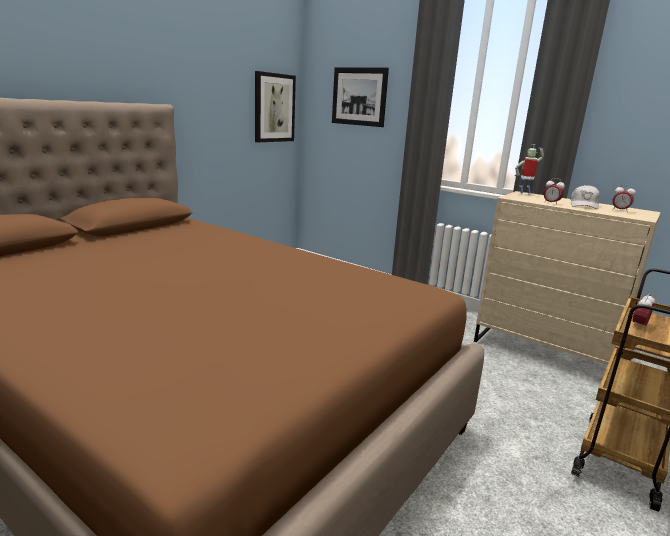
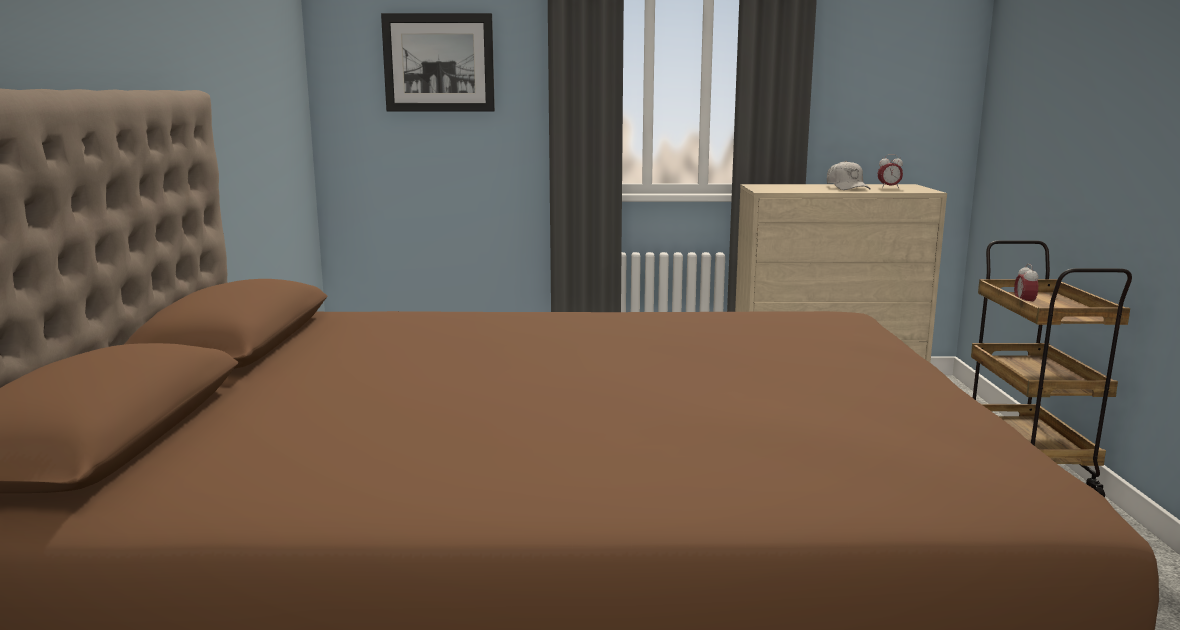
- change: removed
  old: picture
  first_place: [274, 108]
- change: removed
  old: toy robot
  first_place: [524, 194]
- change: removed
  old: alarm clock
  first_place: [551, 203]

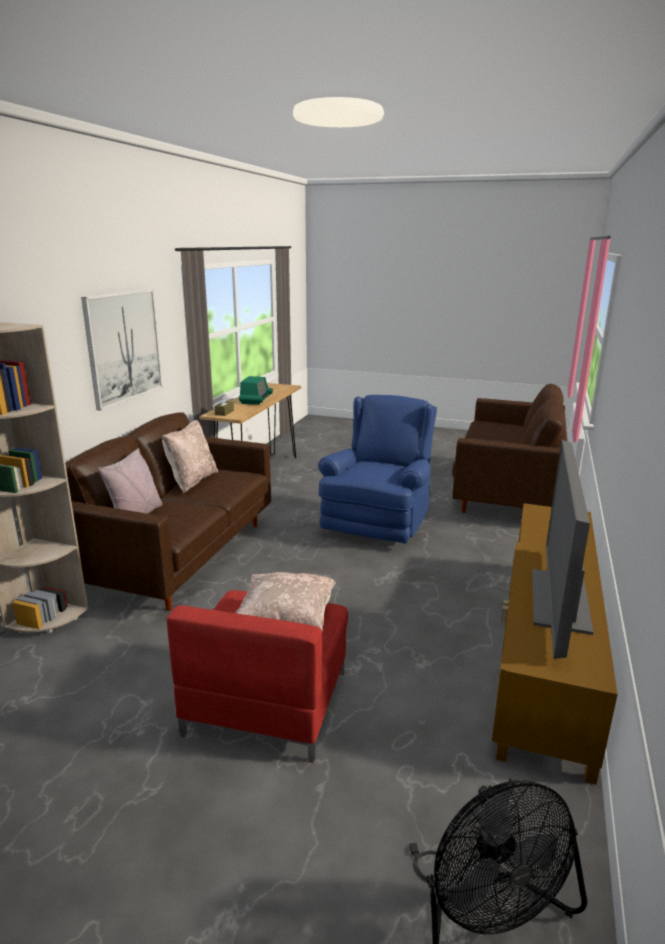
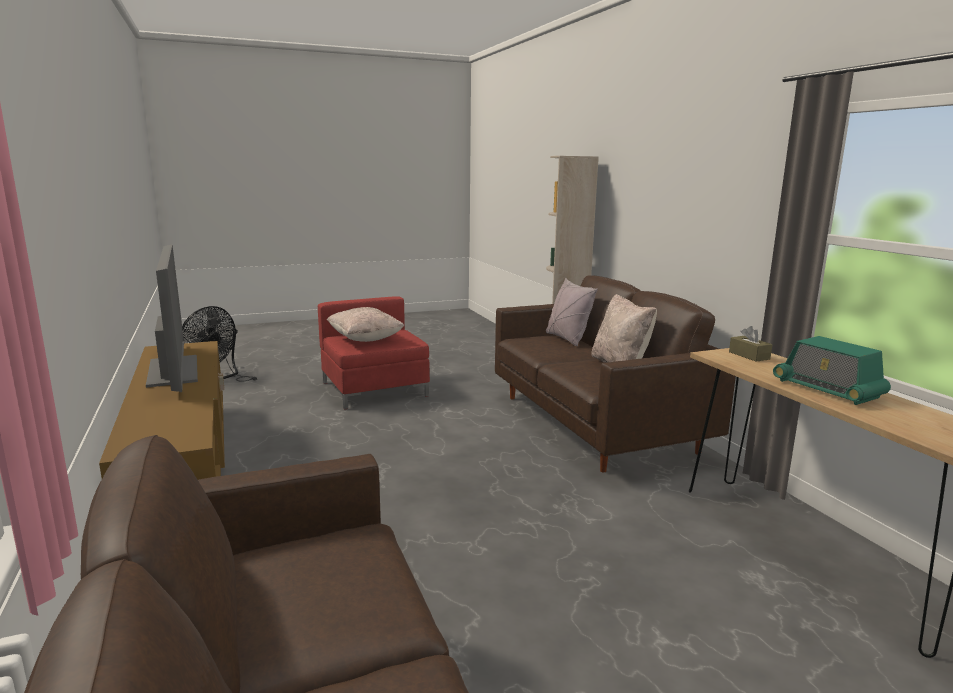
- change: removed
  old: picture
  first_place: [124, 346]
- change: removed
  old: armchair (blue)
  first_place: [378, 523]

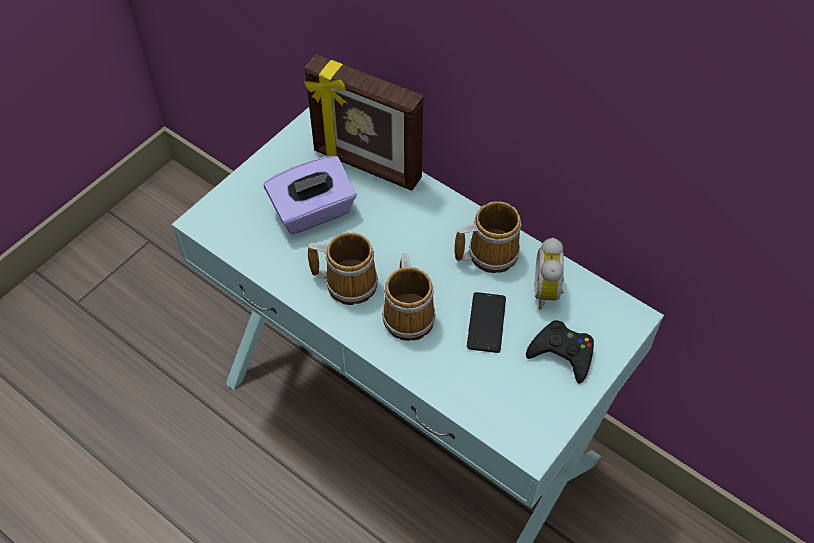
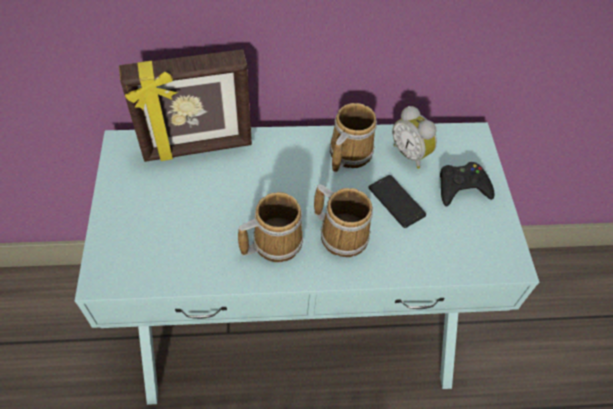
- change: removed
  old: tissue box (purple)
  first_place: [313, 212]

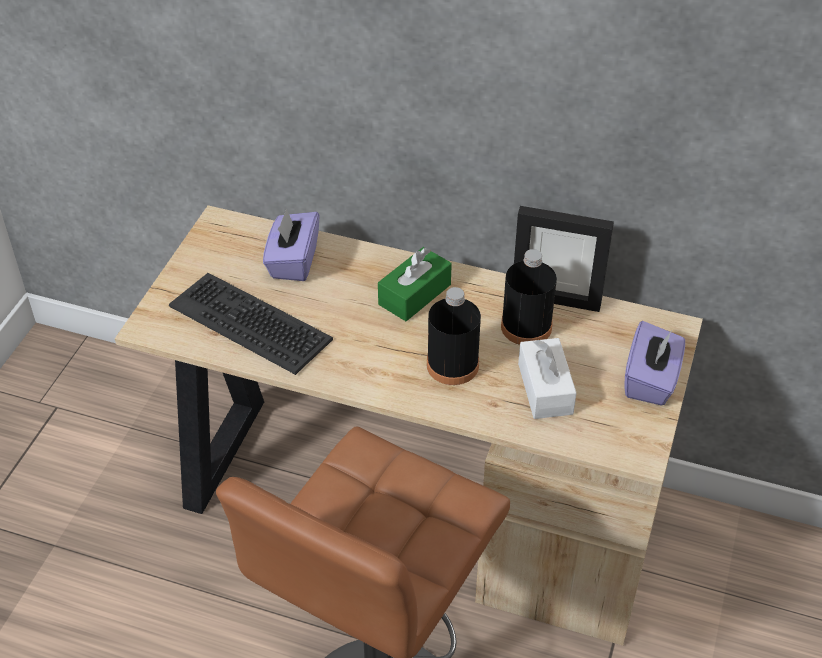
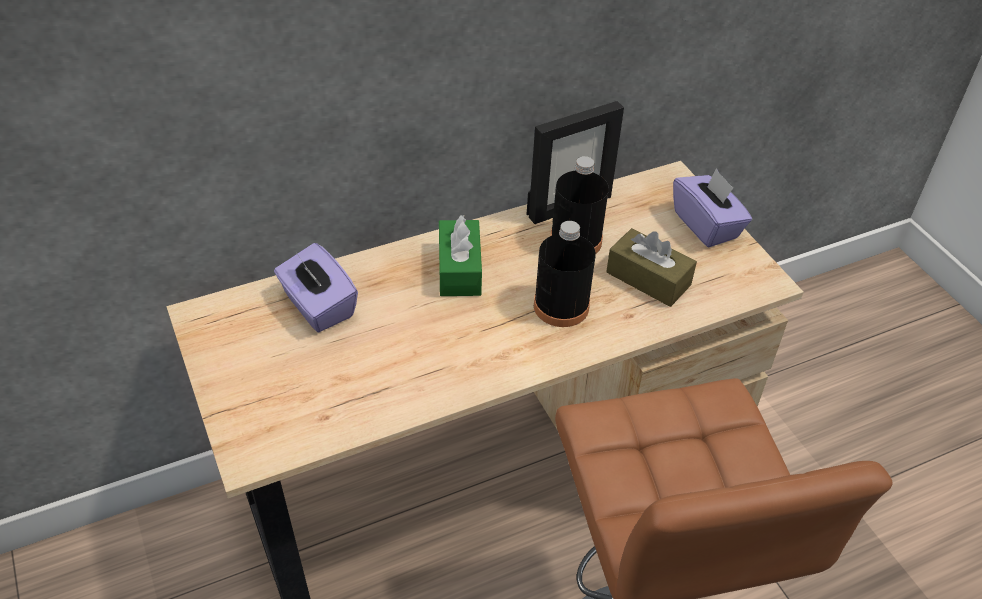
- change: removed
  old: keyboard
  first_place: [251, 322]
- change: recoloured
  old: tissue box (white)
  new: tissue box (brown)
  first_place: [545, 388]
  second_place: [648, 279]

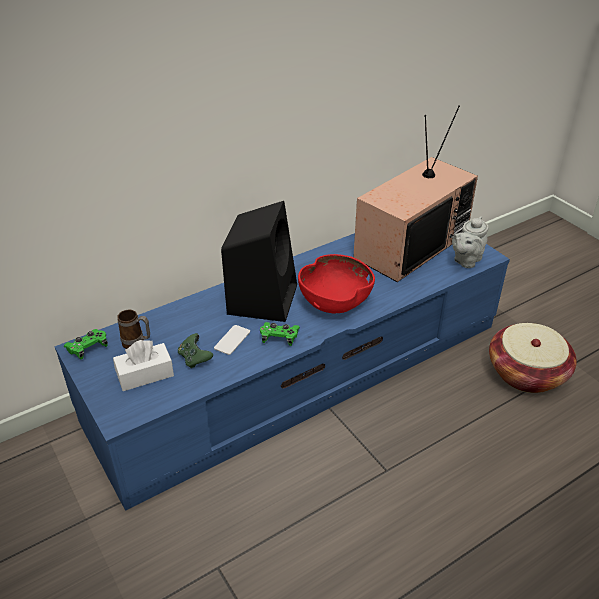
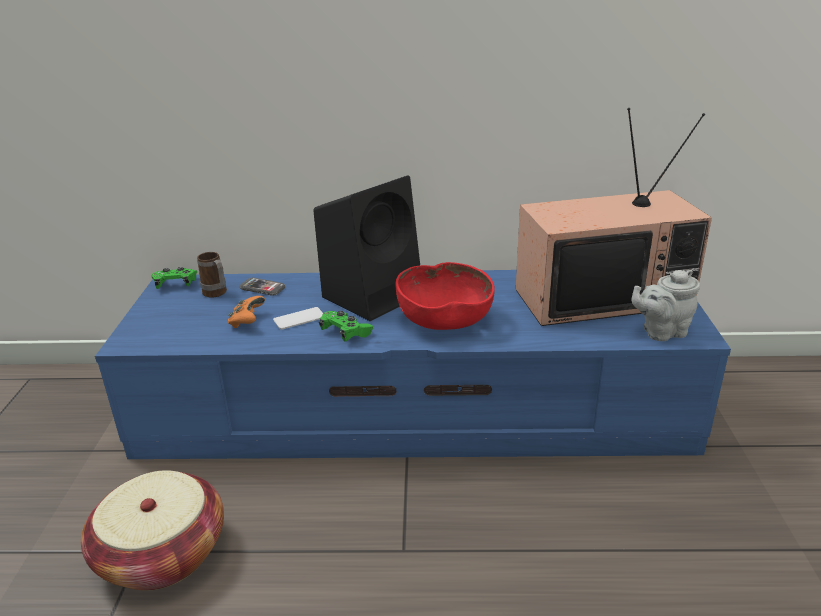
- change: moved
  old: basket
  first_place: [526, 373]
  second_place: [162, 554]
- change: recoloured
  old: game controller (green)
  new: game controller (orange)
  first_place: [195, 358]
  second_place: [247, 321]
- change: removed
  old: tissue box (white)
  first_place: [145, 374]
- change: added
  new: phone
  second_place: [262, 288]

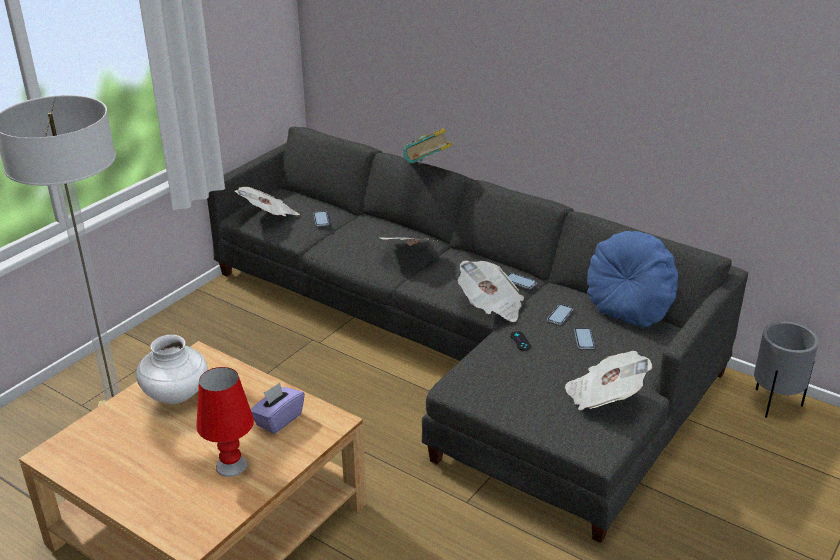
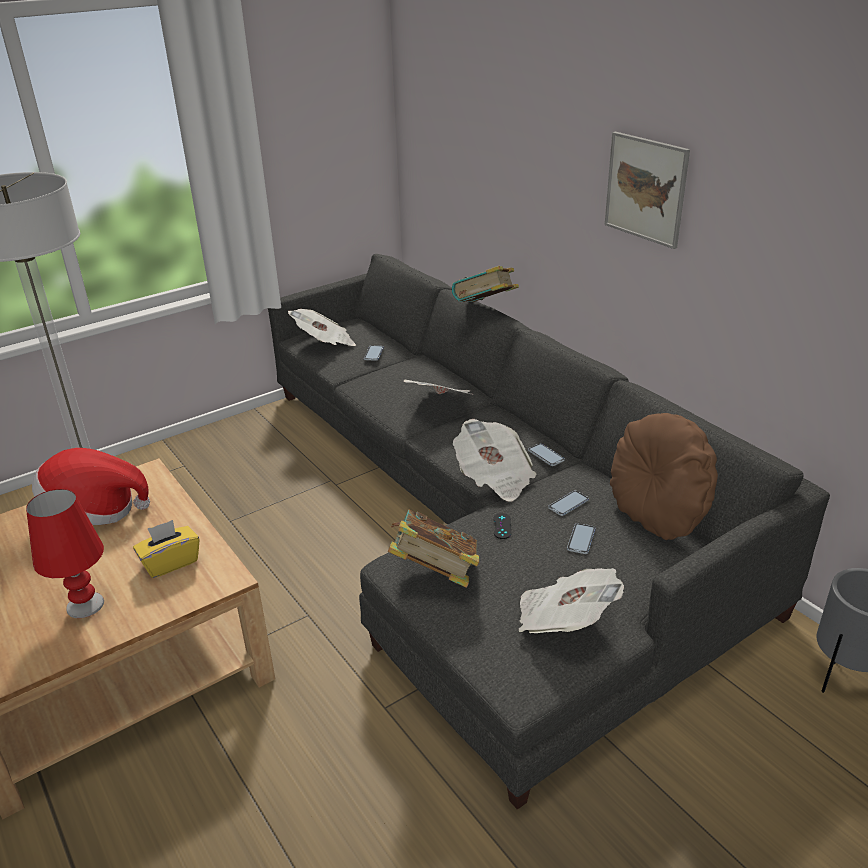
- change: recoloured
  old: pillow (blue)
  new: pillow (brown)
  first_place: [627, 314]
  second_place: [656, 518]
- change: replaced
  old: vase (white)
  new: hat
  first_place: [176, 395]
  second_place: [94, 512]
- change: recoloured
  old: tissue box (purple)
  new: tissue box (yellow)
  first_place: [278, 419]
  second_place: [170, 562]
- change: added
  new: picture
  second_place: [646, 189]
- change: added
  new: book
  second_place: [435, 574]

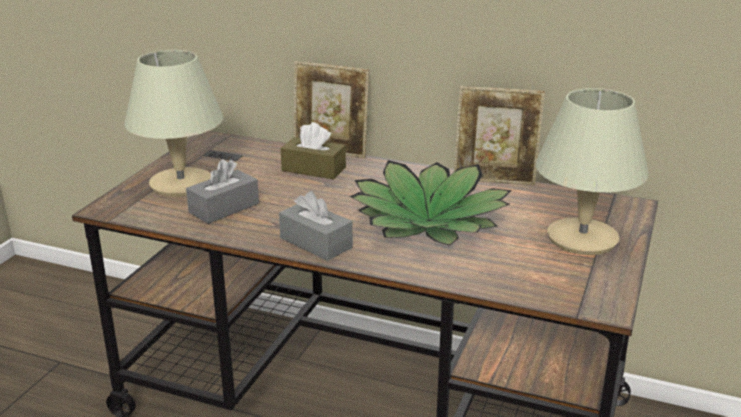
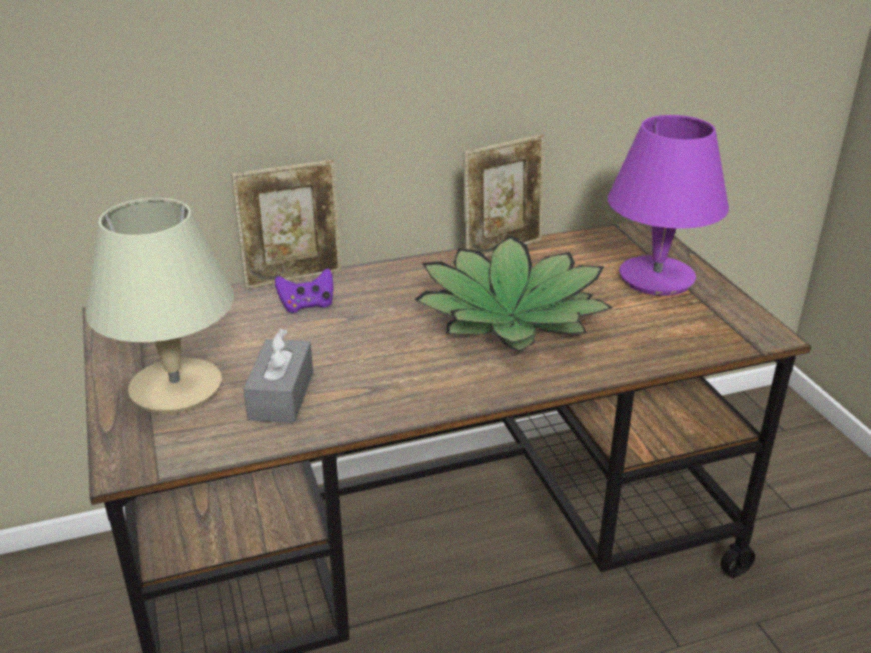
- change: recoloured
  old: table lamp (beige)
  new: table lamp (purple)
  first_place: [583, 238]
  second_place: [657, 277]
- change: replaced
  old: tissue box (brown)
  new: game controller (purple)
  first_place: [313, 169]
  second_place: [307, 305]
- change: removed
  old: tissue box (grey)
  first_place: [316, 243]

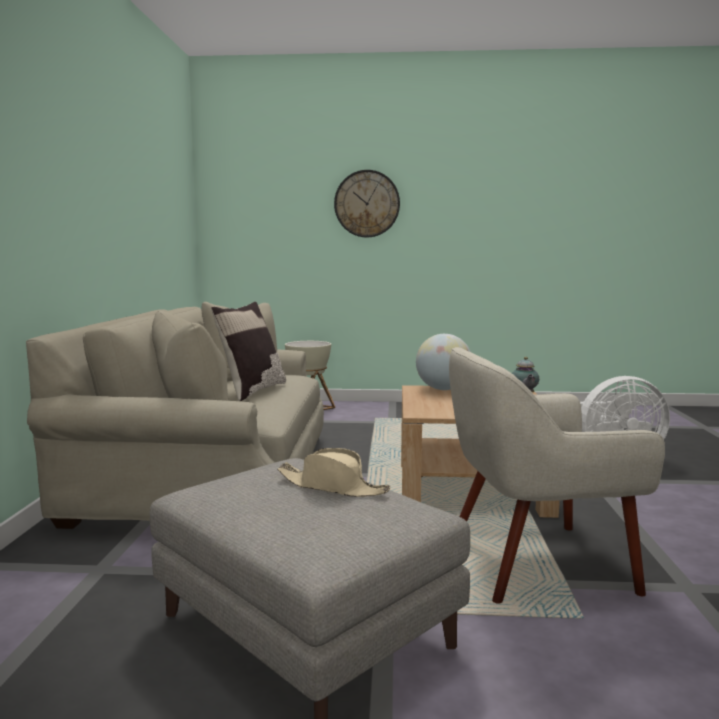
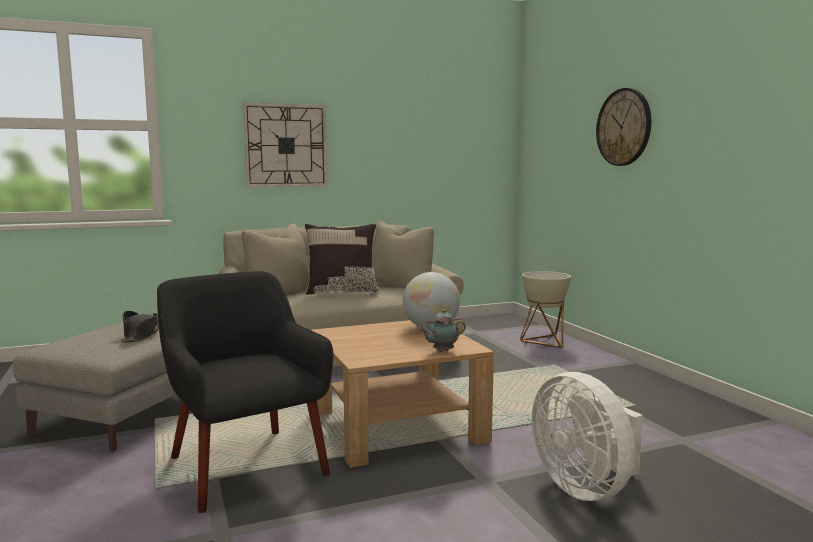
- change: recoloured
  old: armchair (beige)
  new: armchair (black)
  first_place: [534, 562]
  second_place: [245, 465]
- change: recoloured
  old: hat (beige)
  new: hat (black)
  first_place: [332, 487]
  second_place: [141, 335]
- change: added
  new: wall clock
  second_place: [286, 145]

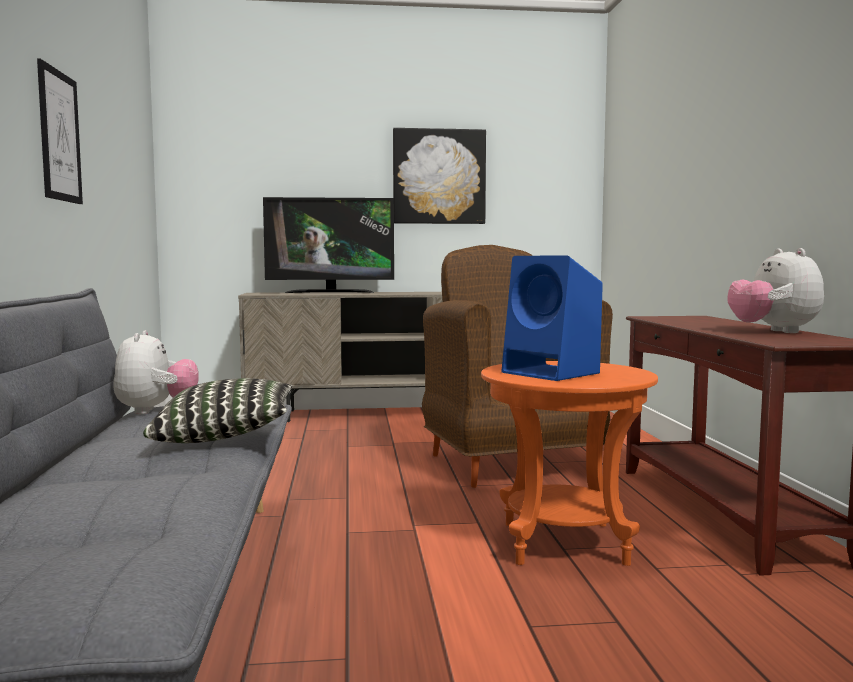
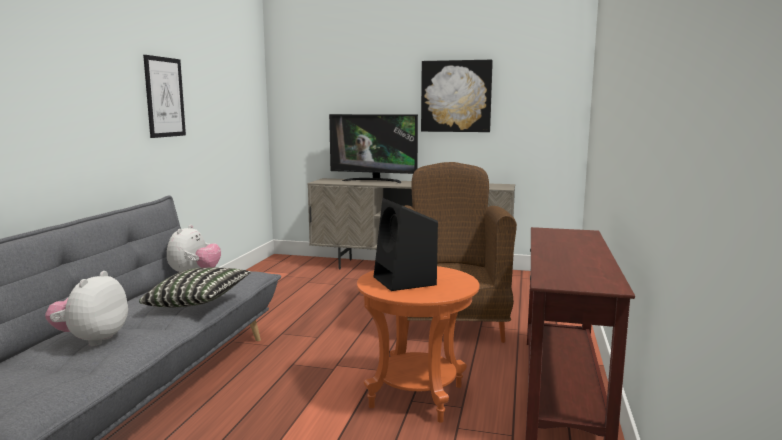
- change: moved
  old: plush toy
  first_place: [773, 331]
  second_place: [92, 340]
- change: recoloured
  old: speaker (blue)
  new: speaker (black)
  first_place: [553, 373]
  second_place: [405, 281]

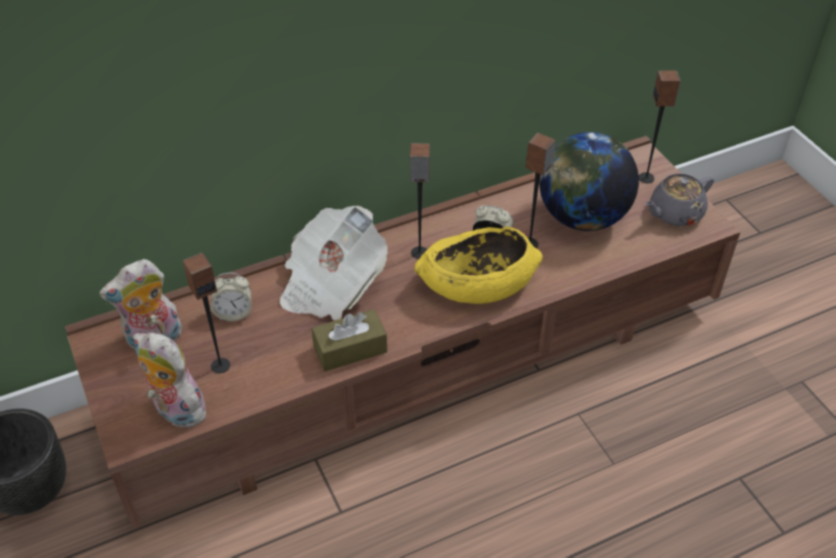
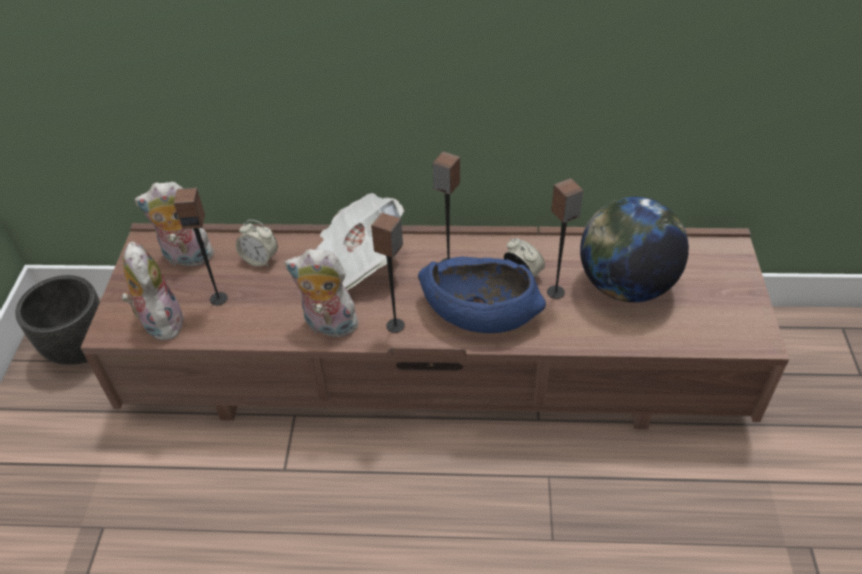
- change: moved
  old: speaker
  first_place: [646, 178]
  second_place: [396, 326]
- change: removed
  old: teapot (grey)
  first_place: [674, 213]
- change: recoloured
  old: bowl (yellow)
  new: bowl (blue)
  first_place: [476, 284]
  second_place: [479, 311]
- change: replaced
  old: tissue box (brown)
  new: plush toy
  first_place: [350, 349]
  second_place: [328, 326]

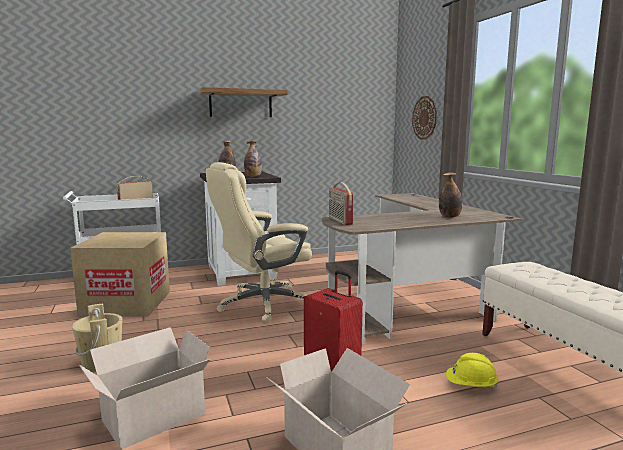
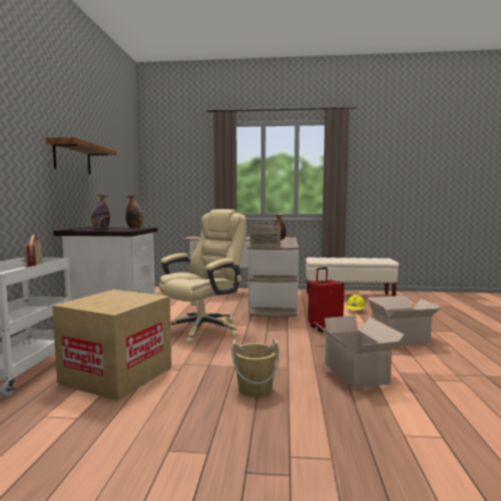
- change: removed
  old: wall clock
  first_place: [424, 118]
- change: turned
  old: office chair (beige)
  first_place: [262, 304]
  second_place: [203, 329]
  degrees: -135

